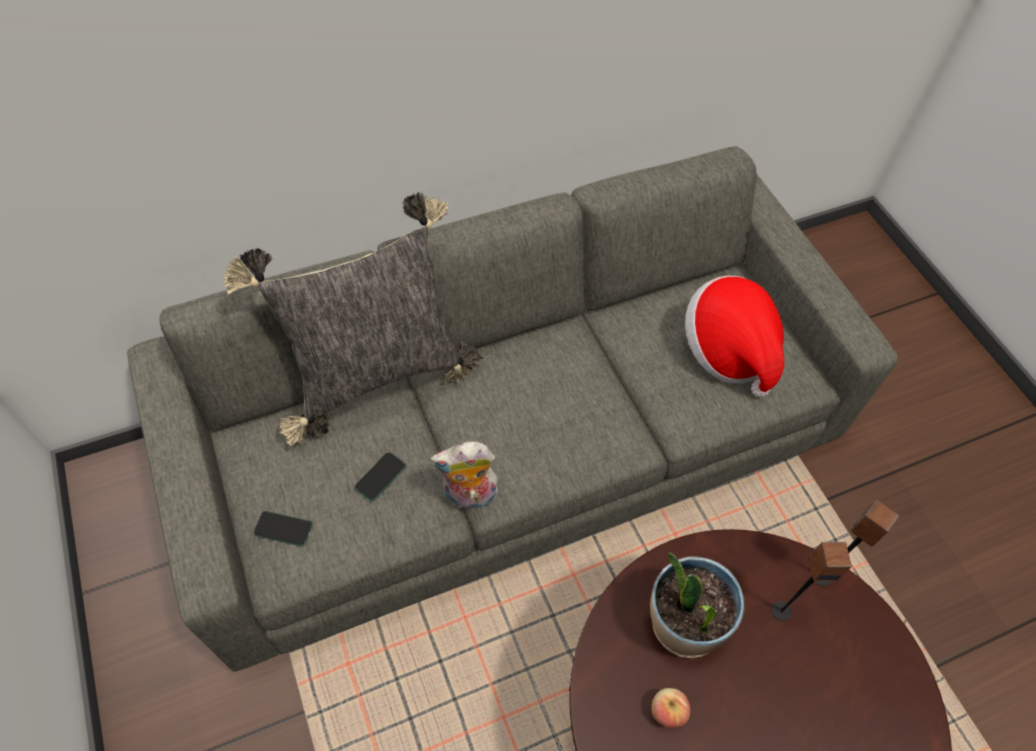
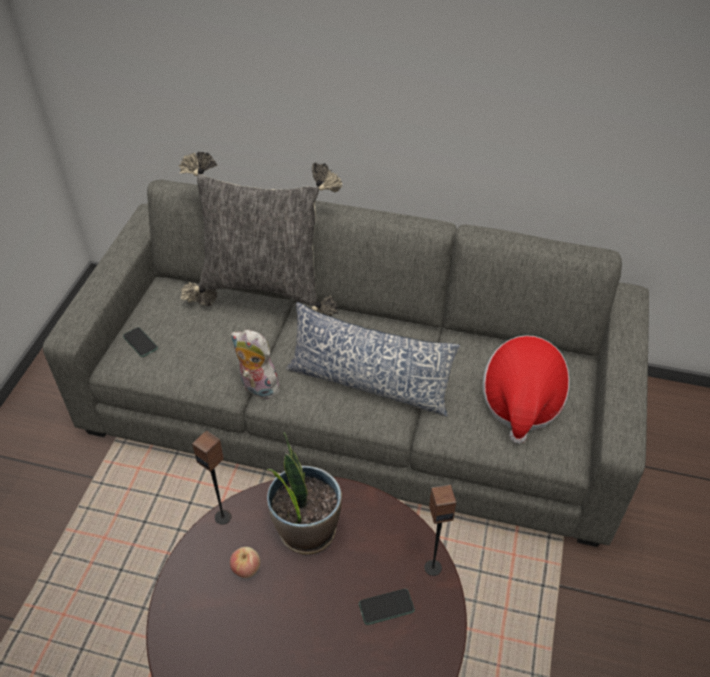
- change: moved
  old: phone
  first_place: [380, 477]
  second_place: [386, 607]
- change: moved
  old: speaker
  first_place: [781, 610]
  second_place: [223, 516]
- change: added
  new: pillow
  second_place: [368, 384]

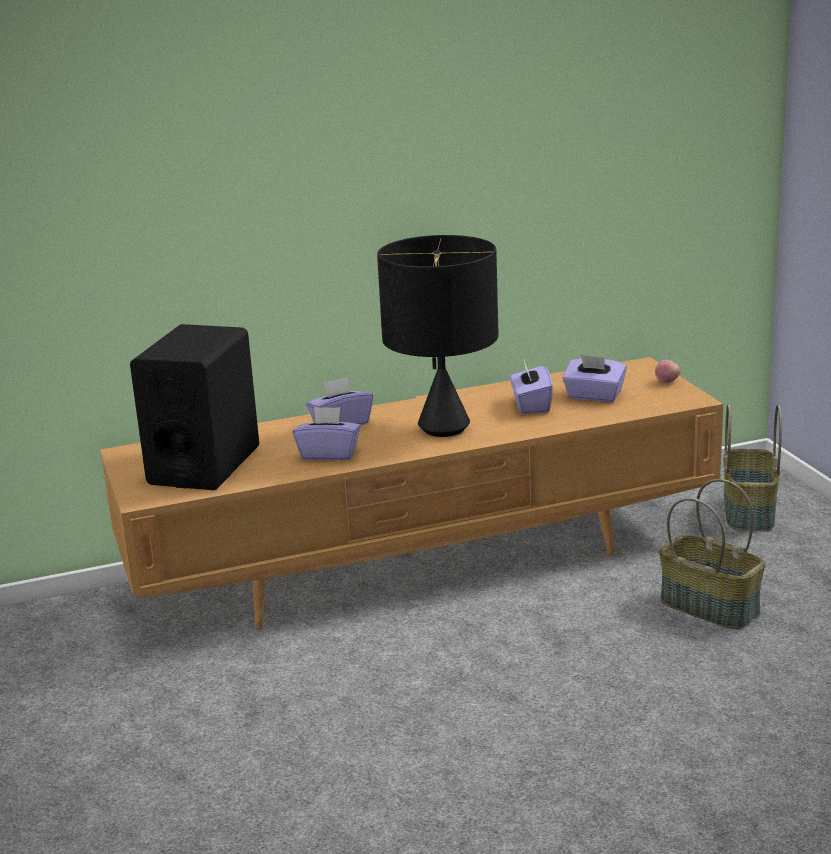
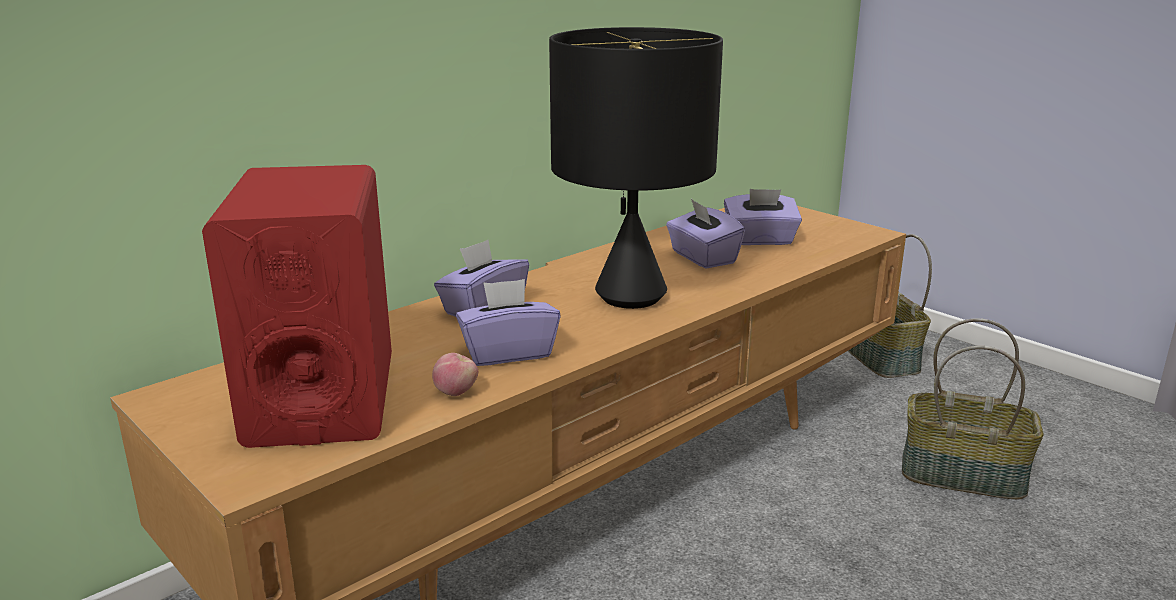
- change: recoloured
  old: speaker (black)
  new: speaker (red)
  first_place: [204, 465]
  second_place: [321, 399]
- change: moved
  old: apple
  first_place: [667, 382]
  second_place: [456, 393]

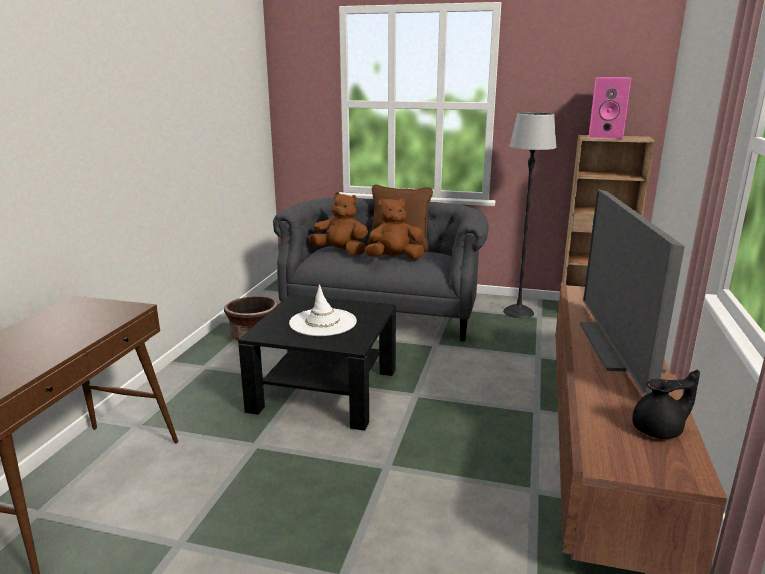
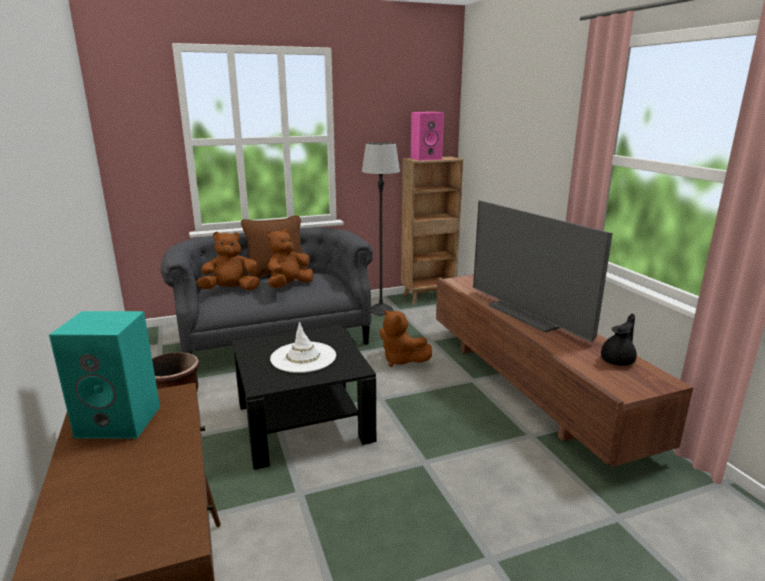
- change: added
  new: plush toy (brown)
  second_place: [401, 360]
- change: added
  new: speaker (turquoise)
  second_place: [121, 420]

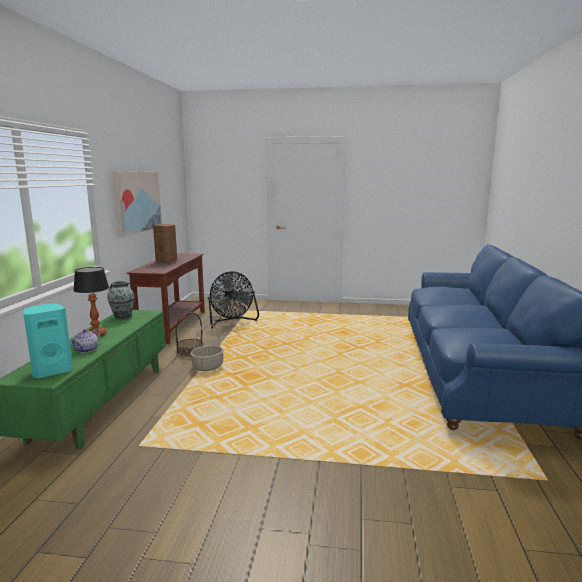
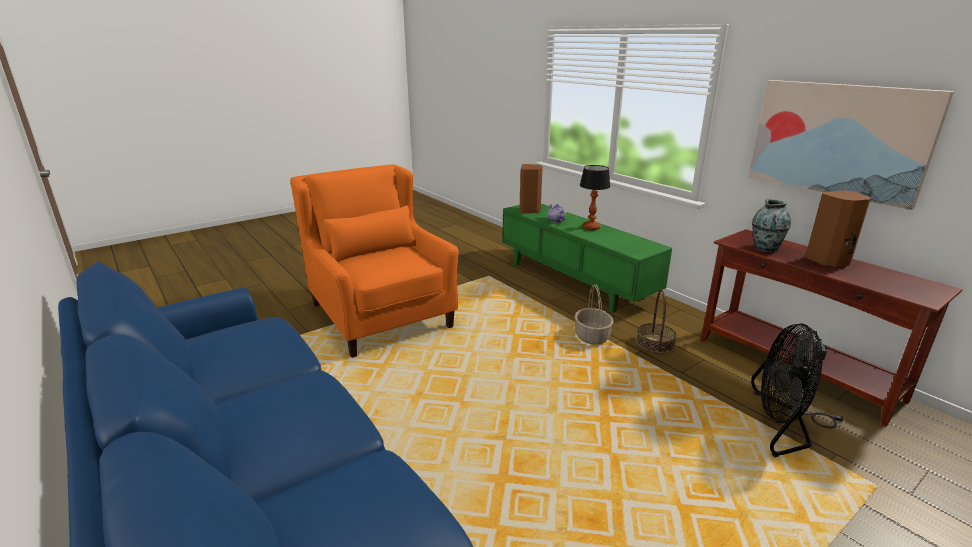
- change: moved
  old: vase
  first_place: [122, 316]
  second_place: [765, 248]
- change: recoloured
  old: speaker (turquoise)
  new: speaker (brown)
  first_place: [51, 371]
  second_place: [530, 210]
- change: added
  new: armchair (orange)
  second_place: [380, 316]

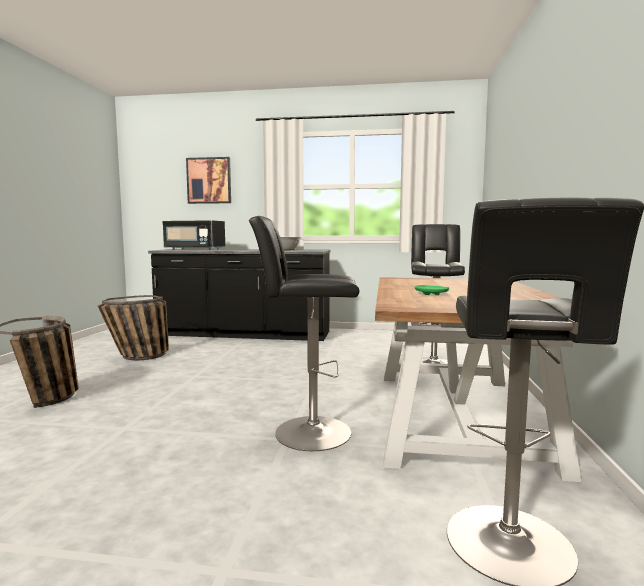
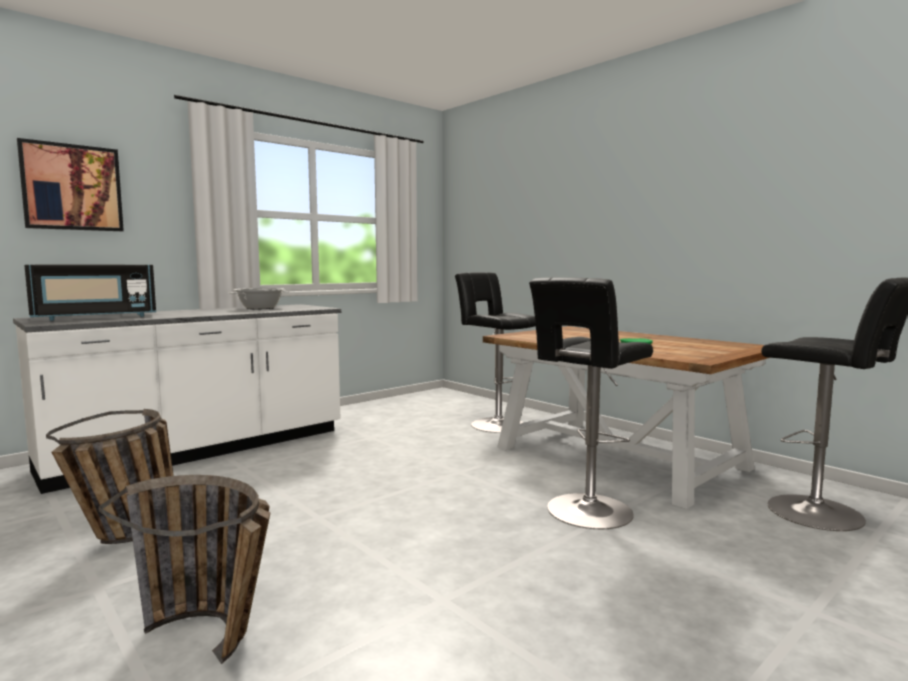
- change: recoloured
  old: counter (black)
  new: counter (white)
  first_place: [244, 334]
  second_place: [201, 450]

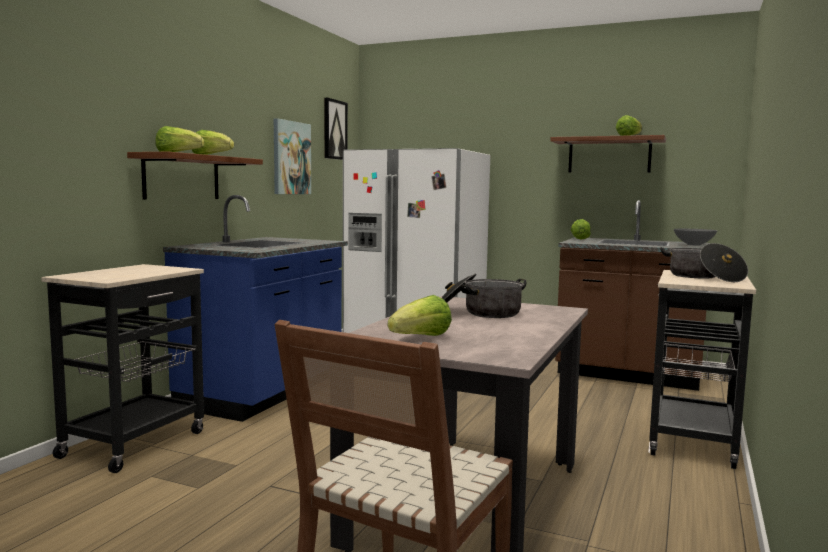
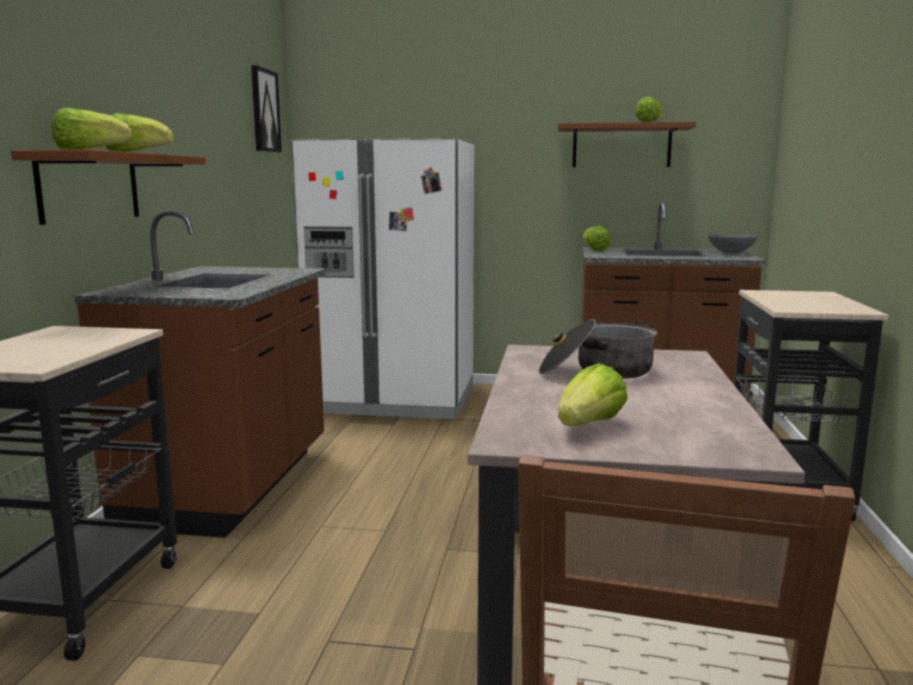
- change: removed
  old: picture
  first_place: [291, 158]
- change: recoloured
  old: counter (blue)
  new: counter (brown)
  first_place: [264, 393]
  second_place: [231, 486]
- change: removed
  old: cooking pot
  first_place: [703, 277]

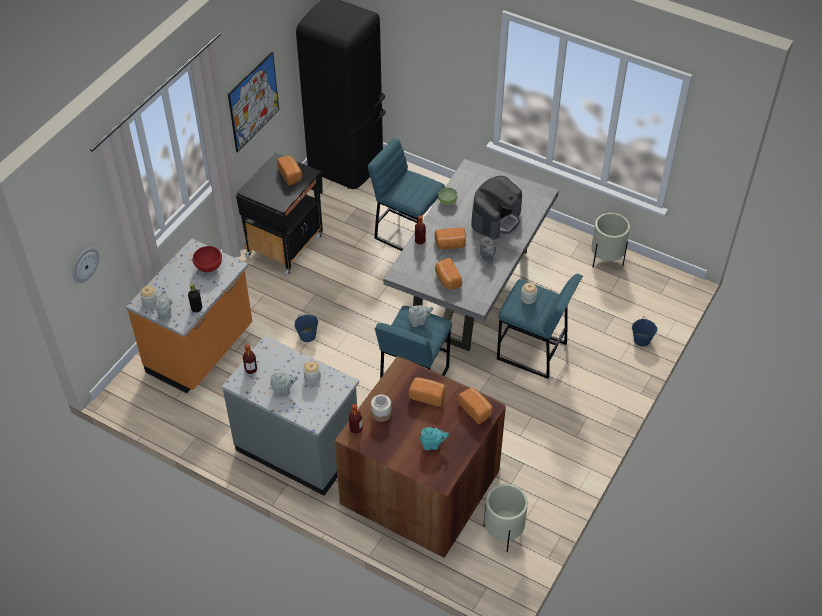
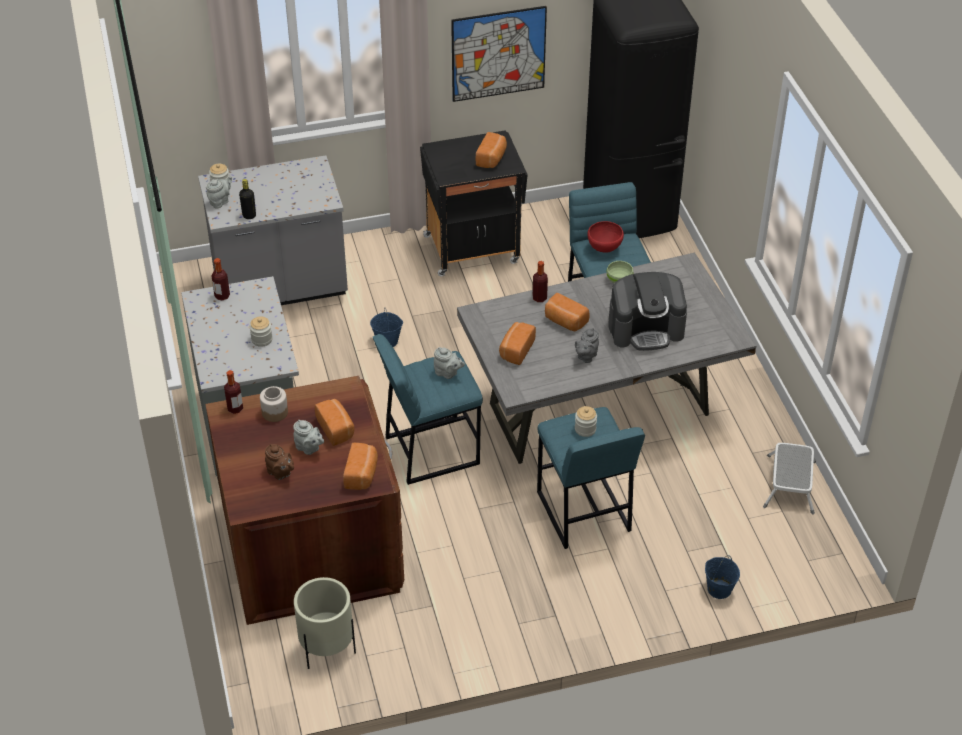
- change: replaced
  old: planter (beige)
  new: step ladder (grey)
  first_place: [606, 260]
  second_place: [789, 484]
- change: recoloured
  old: counter (orange)
  new: counter (grey)
  first_place: [201, 351]
  second_place: [281, 289]
- change: moved
  old: bowl (red)
  first_place: [209, 267]
  second_place: [604, 248]
- change: removed
  old: wall clock
  first_place: [84, 264]
- change: moved
  old: teapot (grey)
  first_place: [283, 389]
  second_place: [309, 448]
- change: recoloured
  old: teapot (turquoise)
  new: teapot (brown)
  first_place: [432, 445]
  second_place: [280, 473]

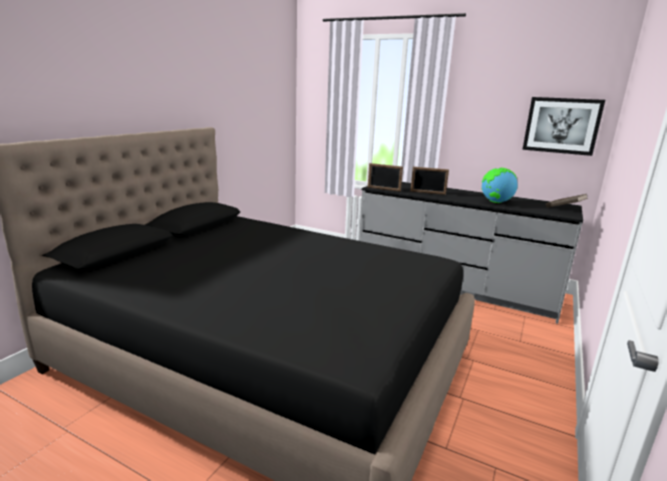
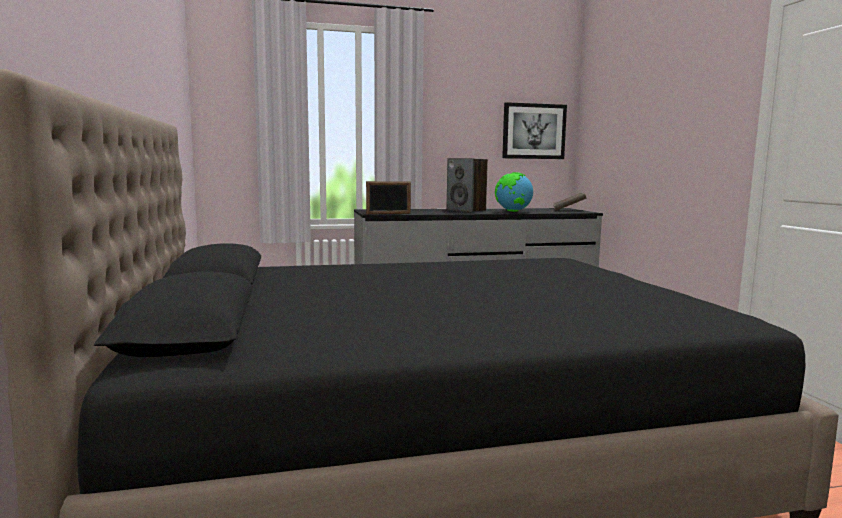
- change: removed
  old: picture frame
  first_place: [427, 193]
- change: added
  new: speaker
  second_place: [466, 210]

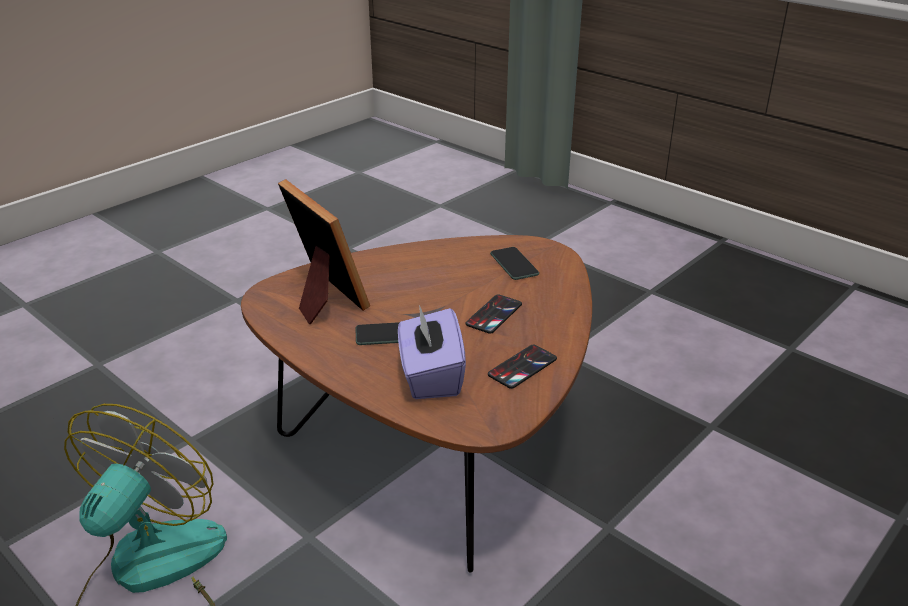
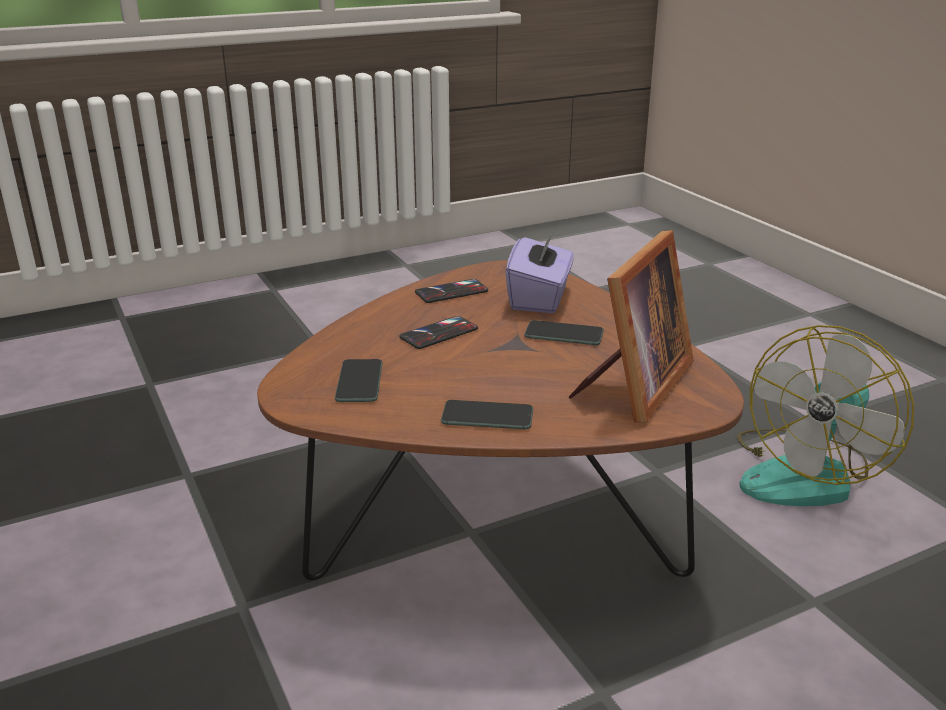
- change: turned
  old: picture frame
  first_place: [322, 295]
  second_place: [633, 386]
  degrees: -135
- change: added
  new: phone
  second_place: [487, 416]

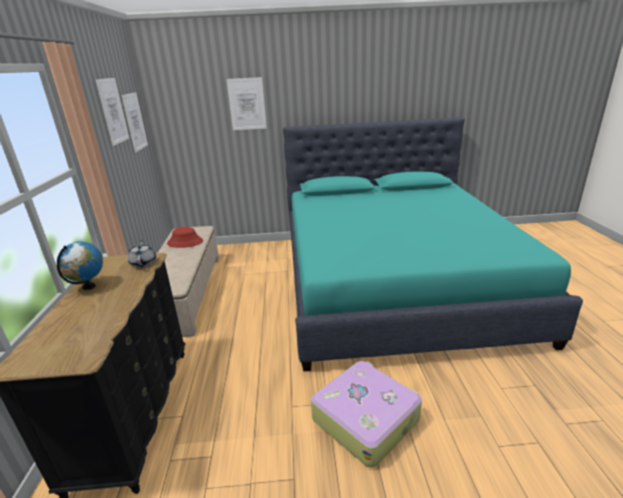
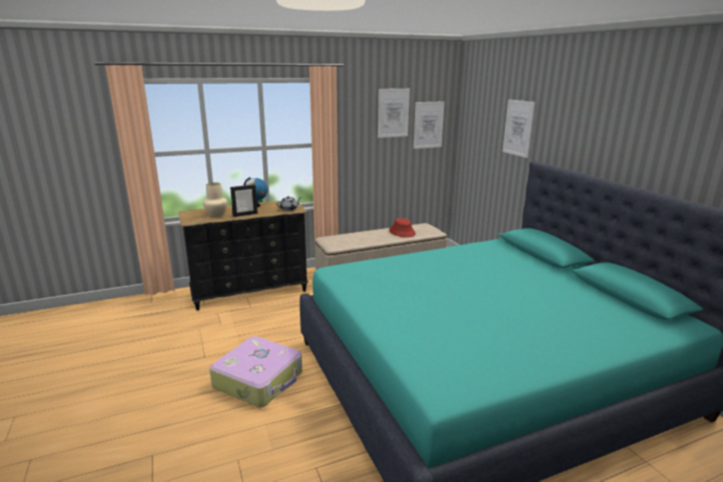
- change: added
  new: vase (beige)
  second_place: [216, 214]
- change: added
  new: picture frame
  second_place: [245, 214]

